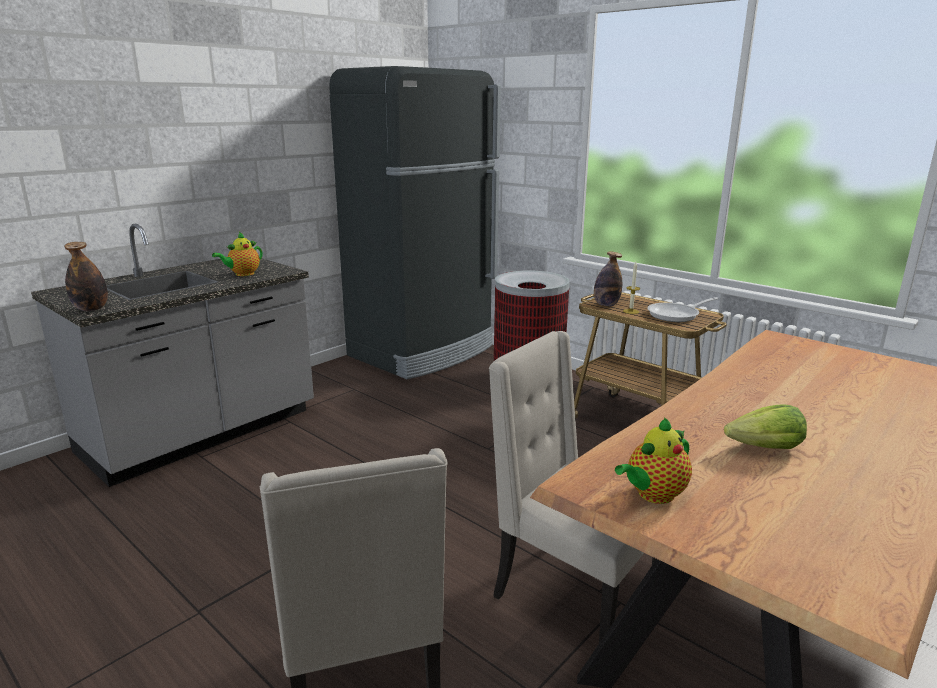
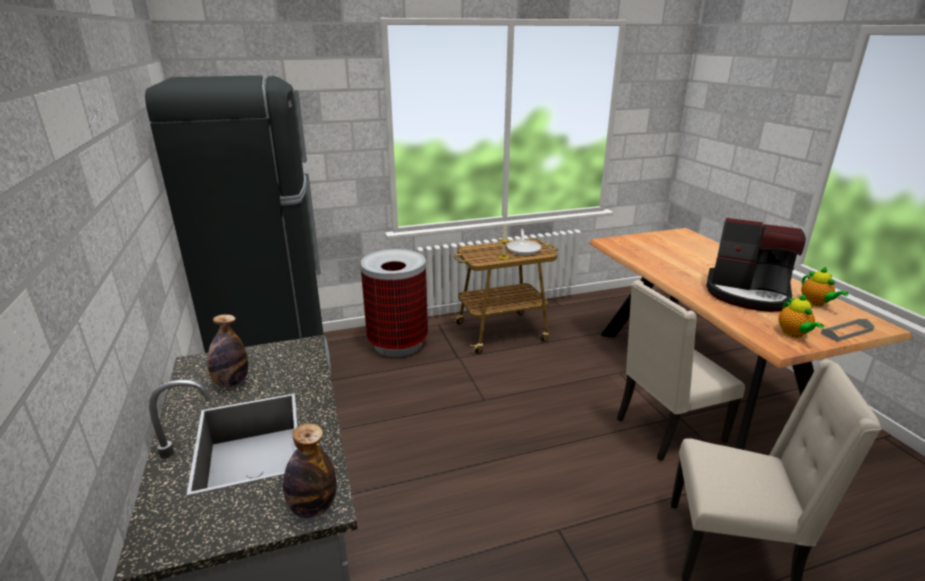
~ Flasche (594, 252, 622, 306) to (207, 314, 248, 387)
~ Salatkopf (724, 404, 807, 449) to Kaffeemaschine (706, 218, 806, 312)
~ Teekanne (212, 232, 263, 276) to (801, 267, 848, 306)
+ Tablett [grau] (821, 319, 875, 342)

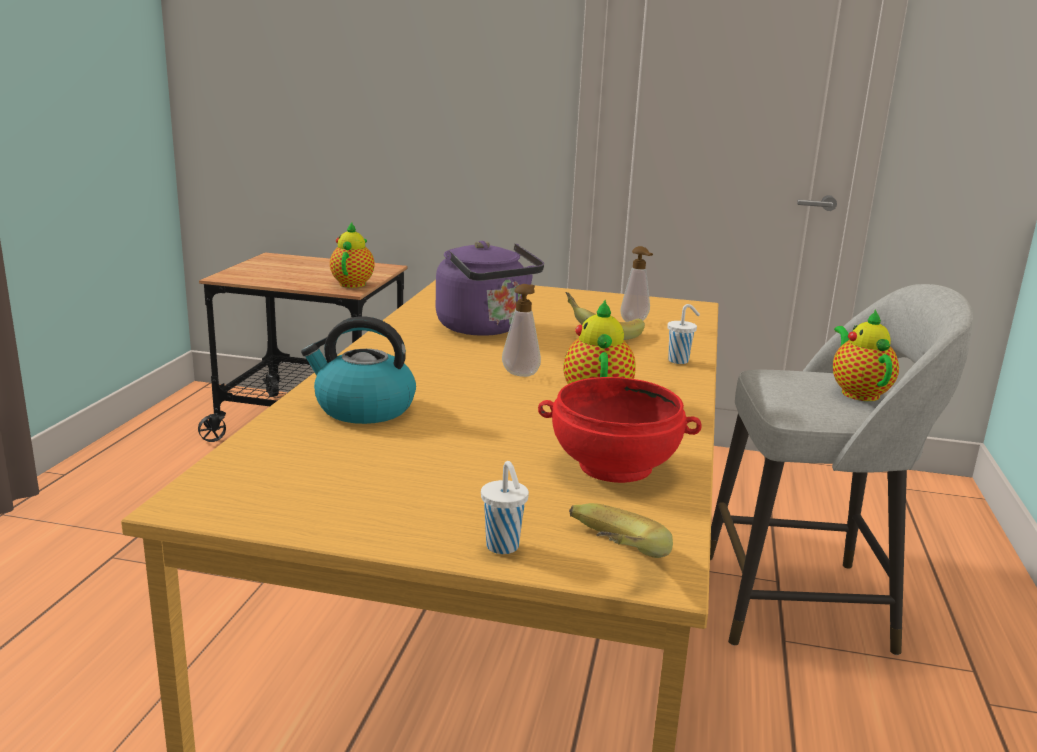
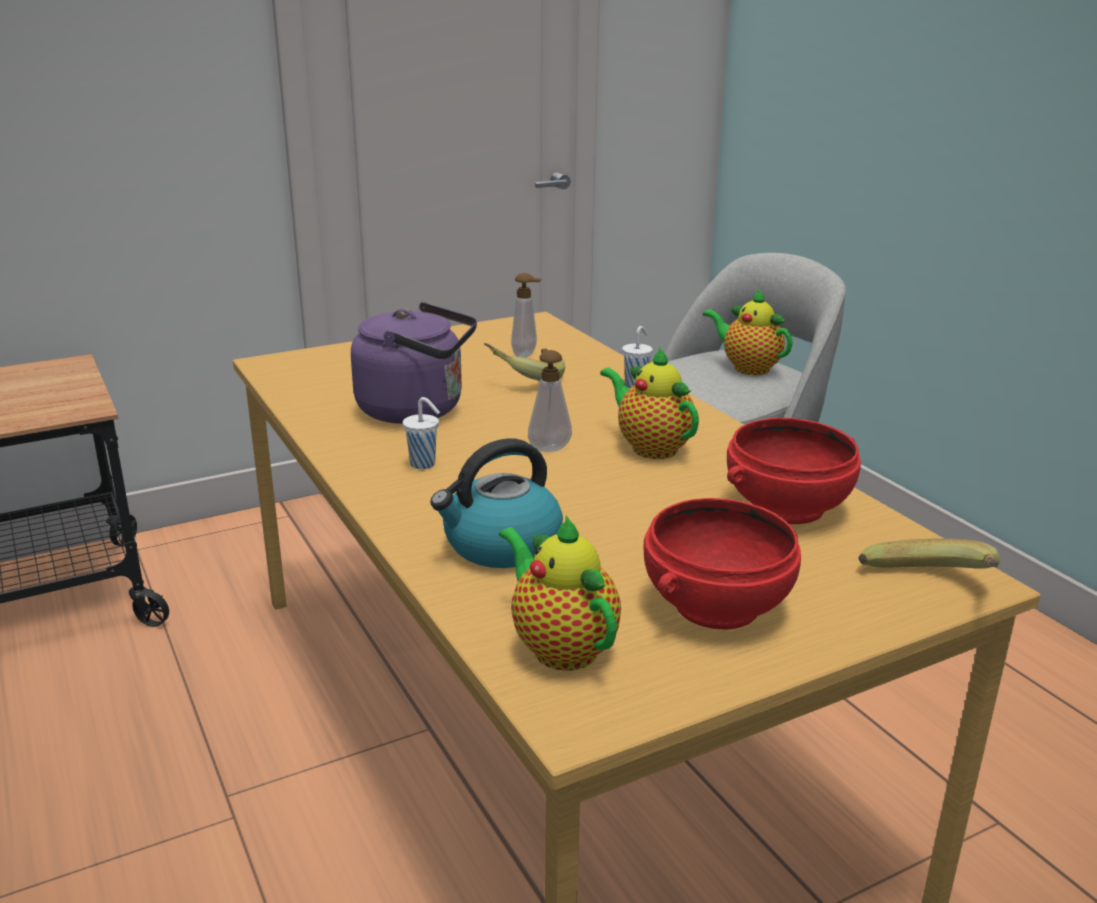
~ Tasse [weiß] (481, 461, 529, 554) to (403, 397, 440, 469)
~ Teekanne (330, 222, 375, 288) to (499, 515, 621, 671)
+ Schüssel [rot] (643, 498, 801, 630)

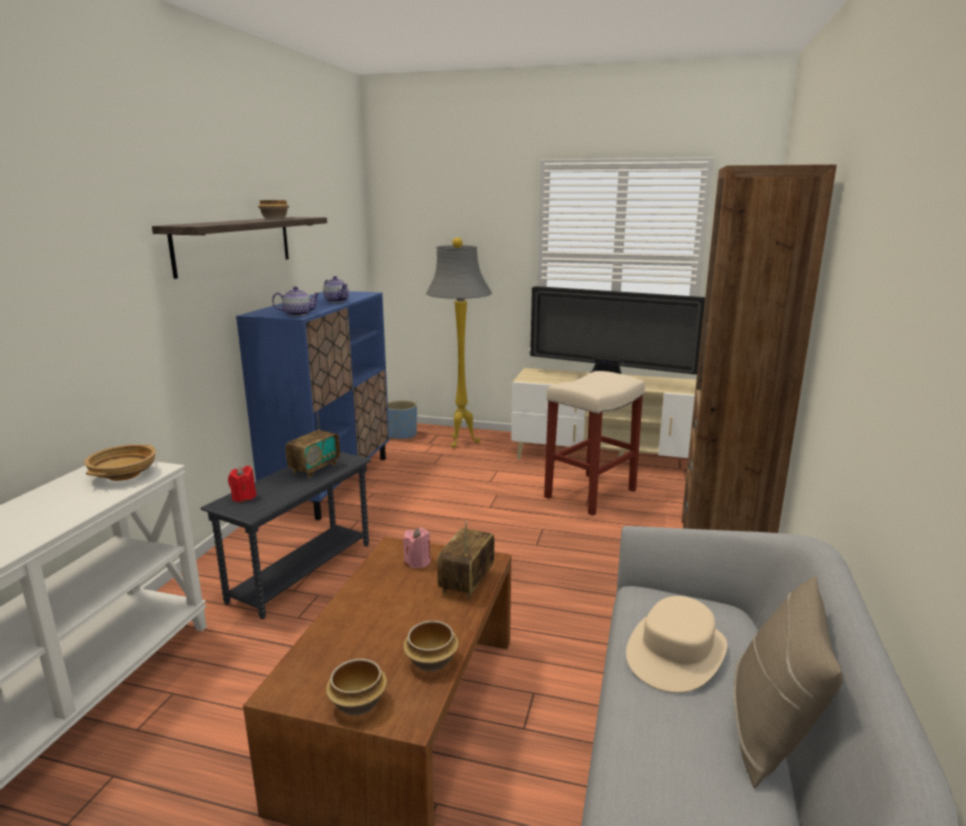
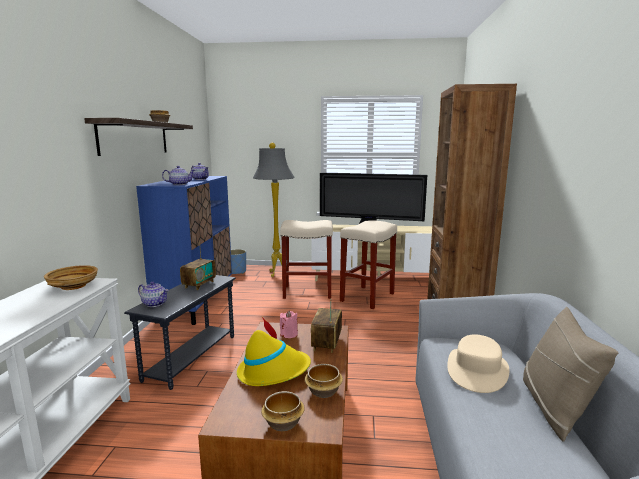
~ Kerze [rot] (228, 466, 257, 502) to Teekanne (138, 282, 169, 307)
+ Hut [gelb] (237, 317, 311, 386)
+ Hocker [beige] (280, 220, 333, 299)

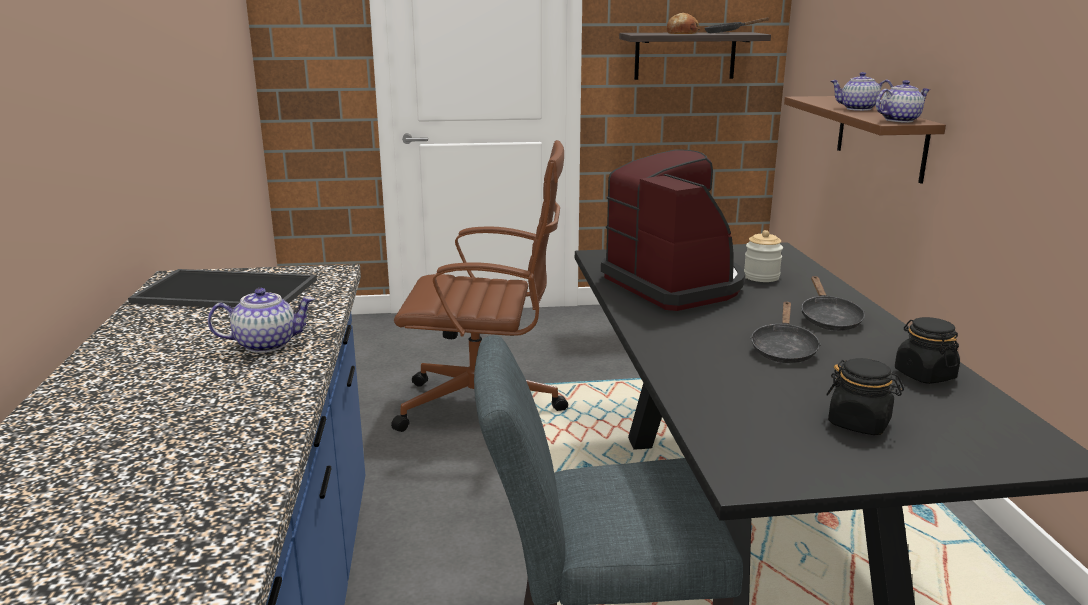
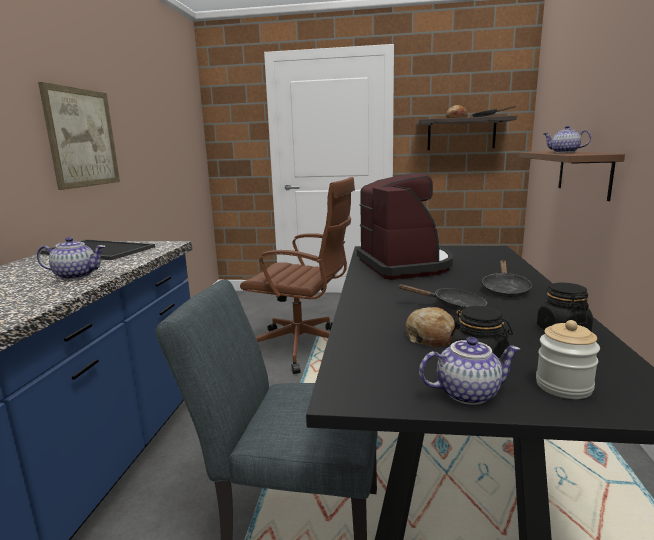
+ Bild (38, 82, 120, 190)
~ Pfanne [schwarz] (750, 301, 821, 363) = (397, 284, 487, 311) 105 degrees counterclockwise
+ Brot (405, 307, 457, 348)
~ Teekanne (876, 80, 930, 122) to (419, 337, 520, 405)
~ Vorratsglas (744, 230, 783, 282) to (536, 320, 600, 399)

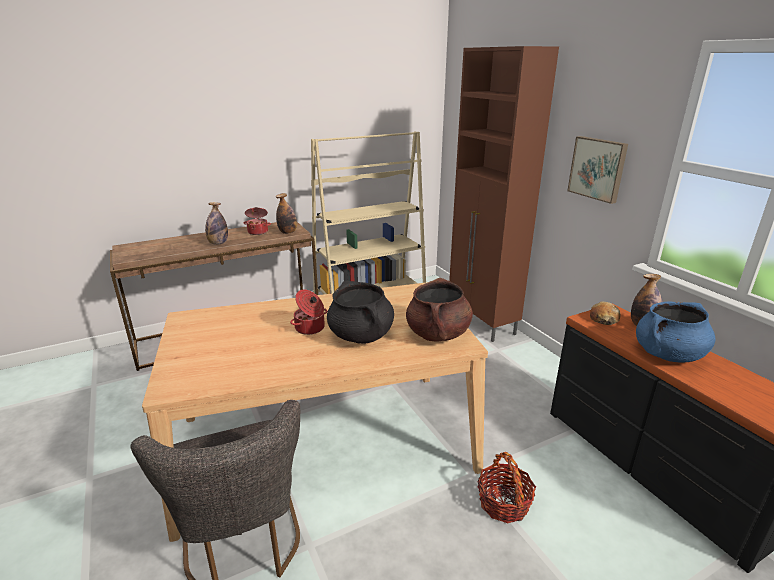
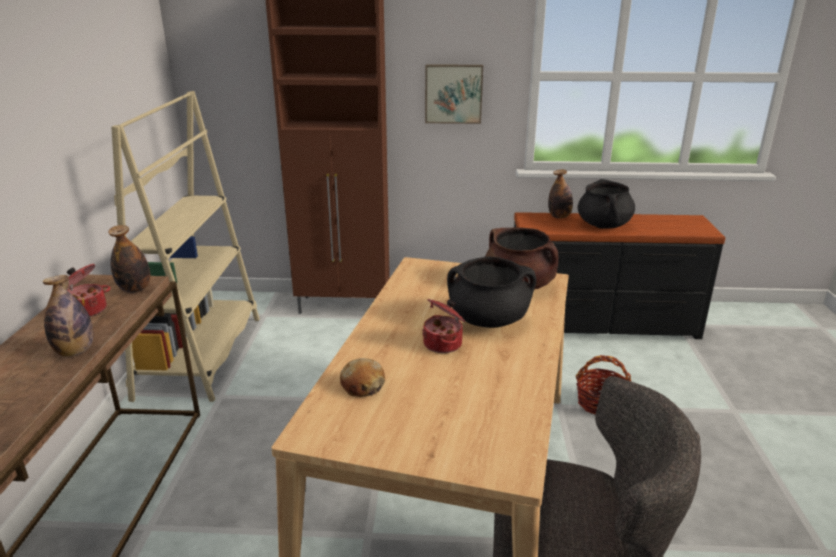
~ Brot (590, 301, 621, 325) to (340, 358, 385, 397)
~ Kochtopf [blau] (636, 301, 716, 363) to Kochtopf [schwarz] (578, 179, 635, 229)

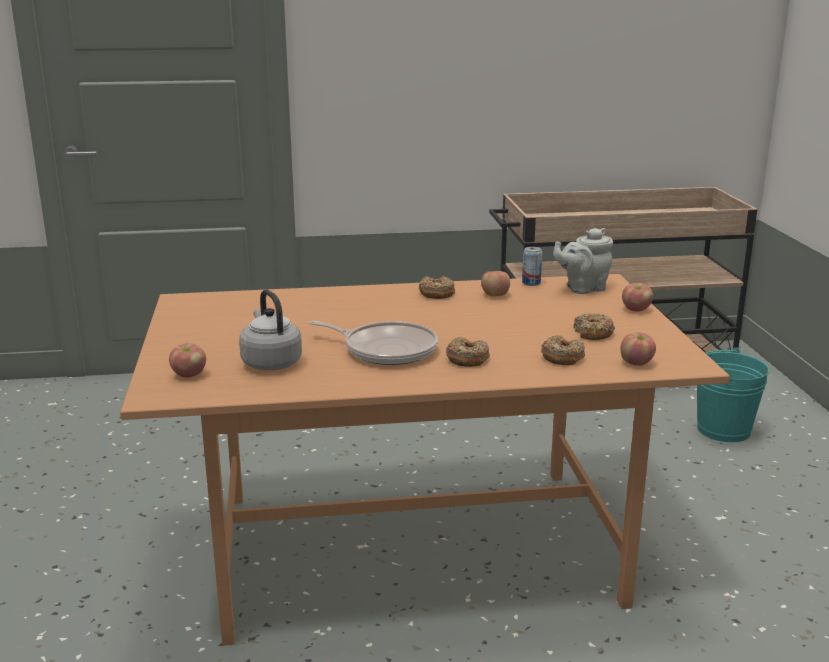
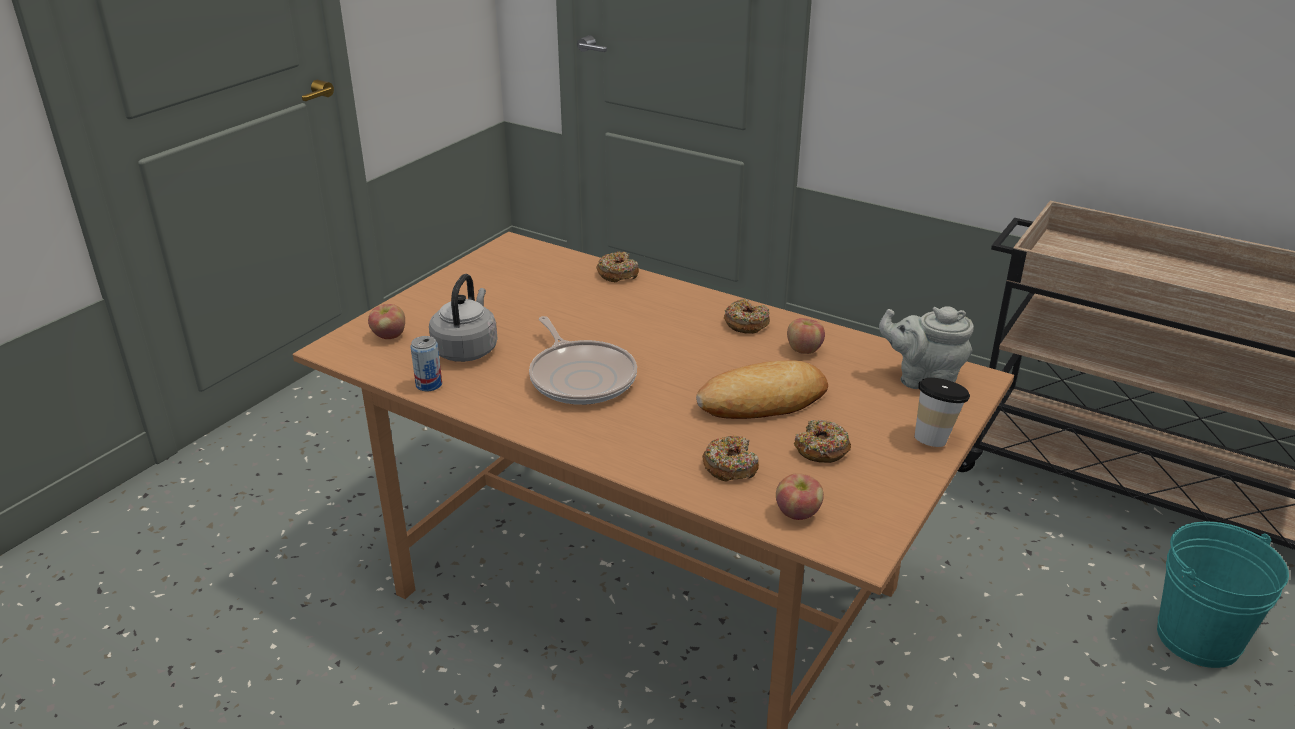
~ Dose (522, 247, 542, 286) to (411, 336, 442, 391)
~ Donut (446, 337, 490, 367) to (596, 252, 639, 282)
+ Brot (696, 360, 828, 419)
~ Apfel (622, 283, 653, 312) to Tasse (915, 378, 970, 447)

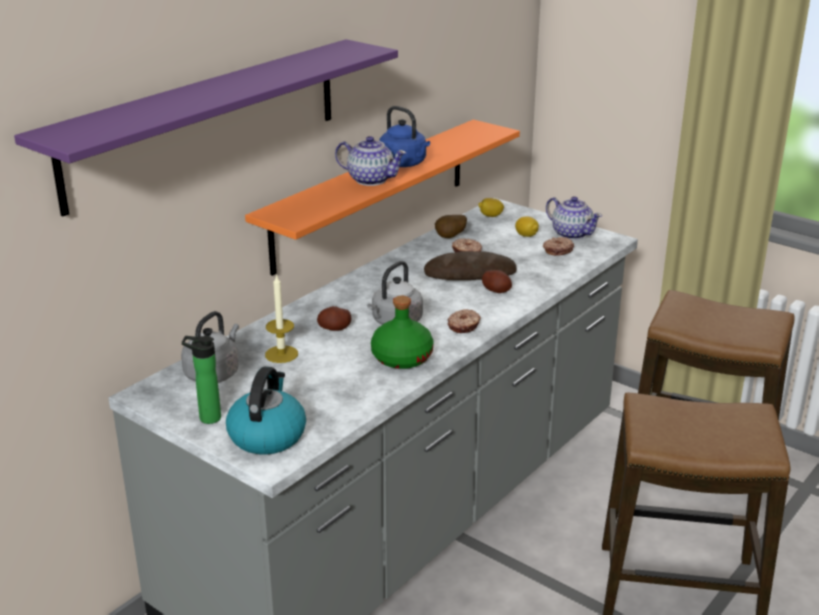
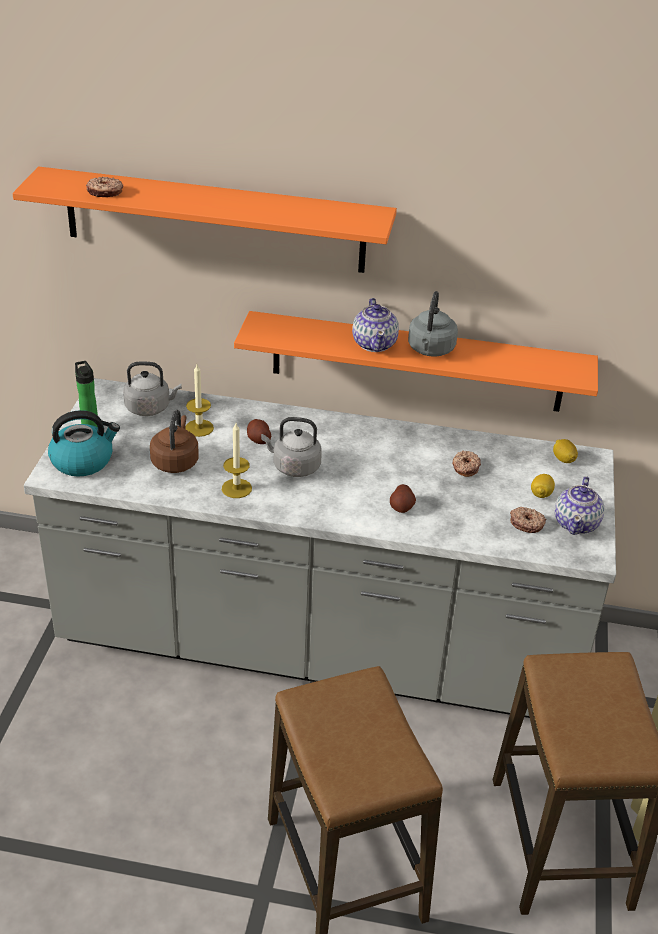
~ Wandregal [lila] (14, 39, 398, 217) to Wandregal [orange] (13, 167, 397, 273)
~ Donut (448, 309, 481, 333) to (86, 177, 123, 197)
+ Wasserkessel [braun] (150, 410, 199, 473)
~ Flasche [grün] (371, 296, 433, 369) to Kerze (222, 423, 252, 498)
~ Wasserkessel [blau] (379, 106, 430, 167) to Wasserkessel [grau] (408, 291, 458, 357)
- Brot (424, 251, 517, 280)
- Kartoffel (435, 215, 467, 238)

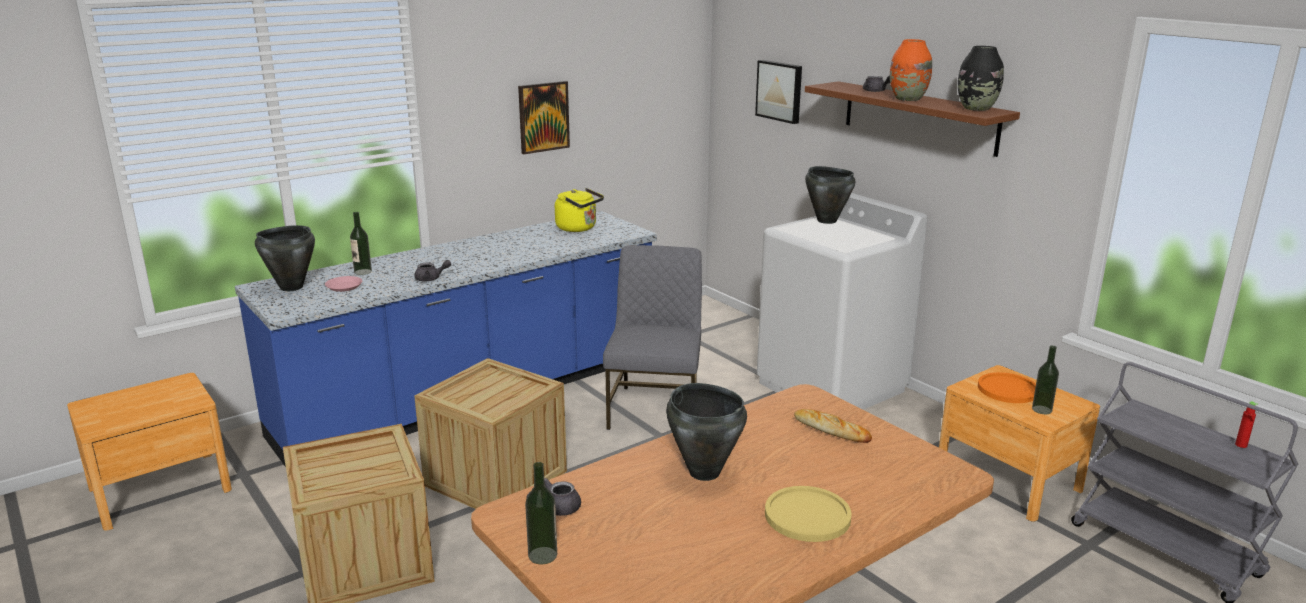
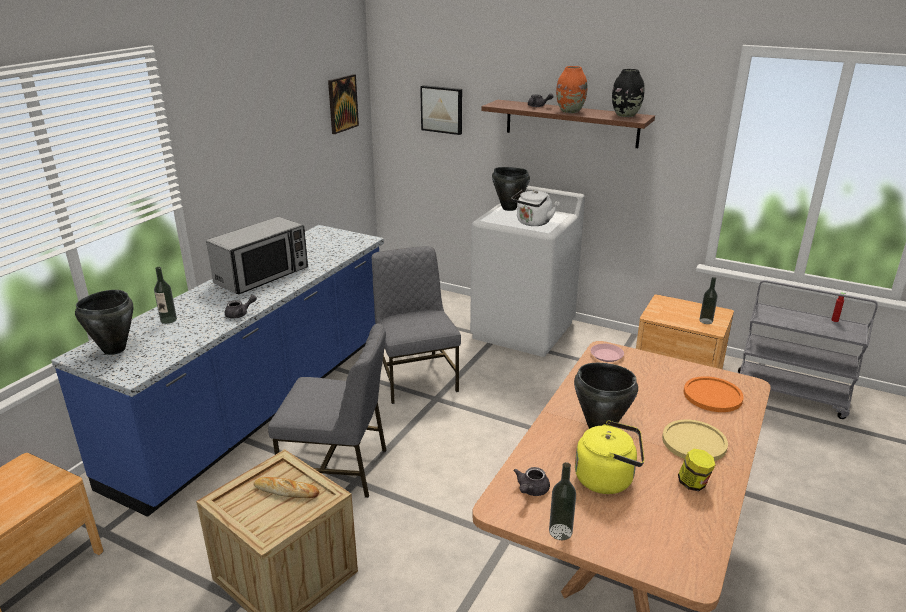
+ Mikrowelle (206, 217, 308, 294)
~ Brot (794, 409, 872, 443) to (254, 477, 319, 498)
~ Kiste (414, 358, 567, 509) to Stuhl [grau] (268, 323, 386, 498)
~ Bild (518, 81, 570, 154) to (328, 74, 359, 134)
+ Wasserkessel [weiß] (511, 190, 556, 226)
~ Wasserkessel [gelb] (555, 188, 604, 232) to (575, 420, 644, 494)
~ Teller [rosa] (325, 276, 362, 292) to (590, 344, 624, 362)
+ Vorratsglas (678, 449, 716, 491)
~ Teller [orange] (978, 372, 1036, 403) to (684, 376, 744, 412)

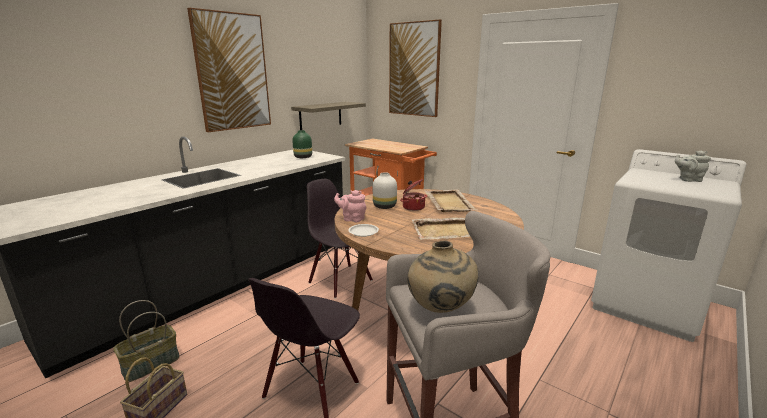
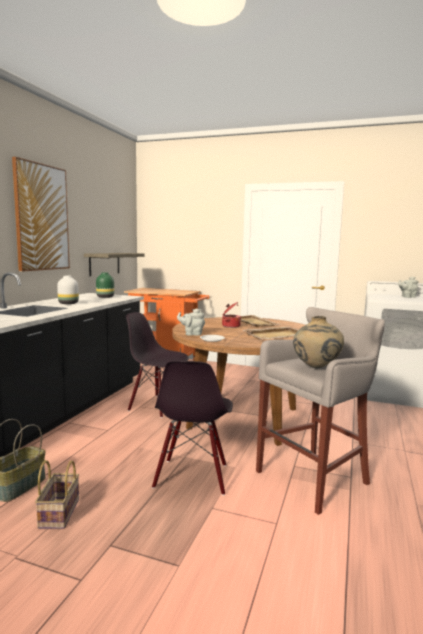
~ Vase [weiß] (373, 172, 397, 209) to (57, 275, 79, 304)
~ Teekanne [rosa] (334, 190, 366, 222) to Teekanne [grau] (177, 308, 205, 336)
- Bild (389, 19, 442, 117)

